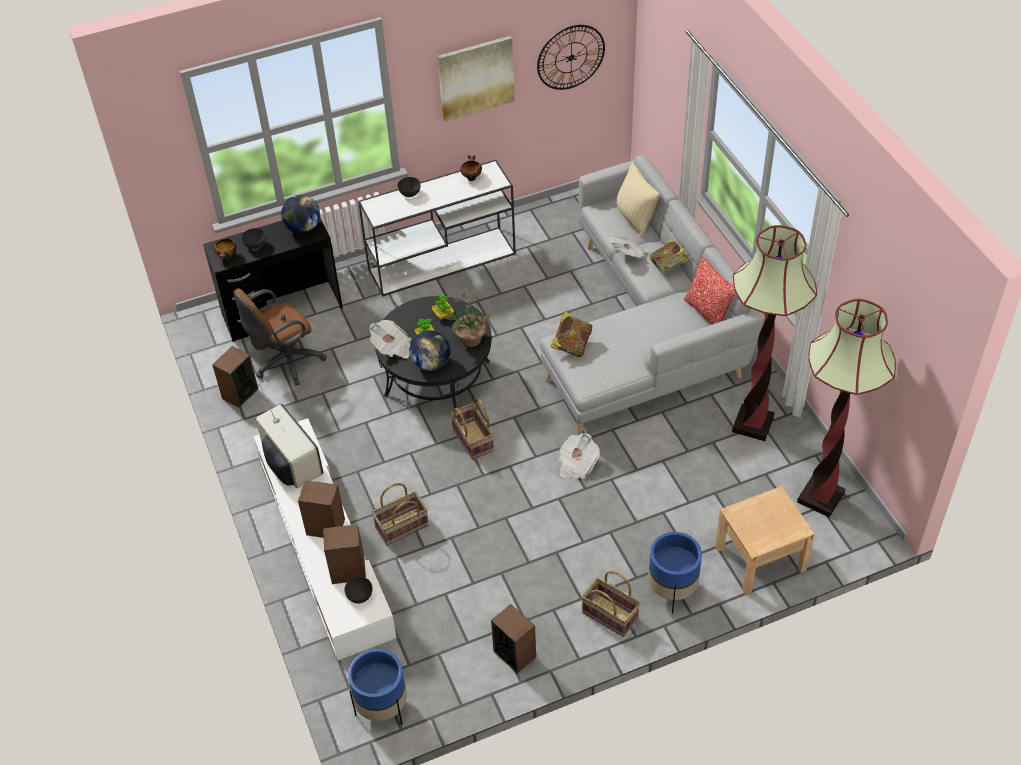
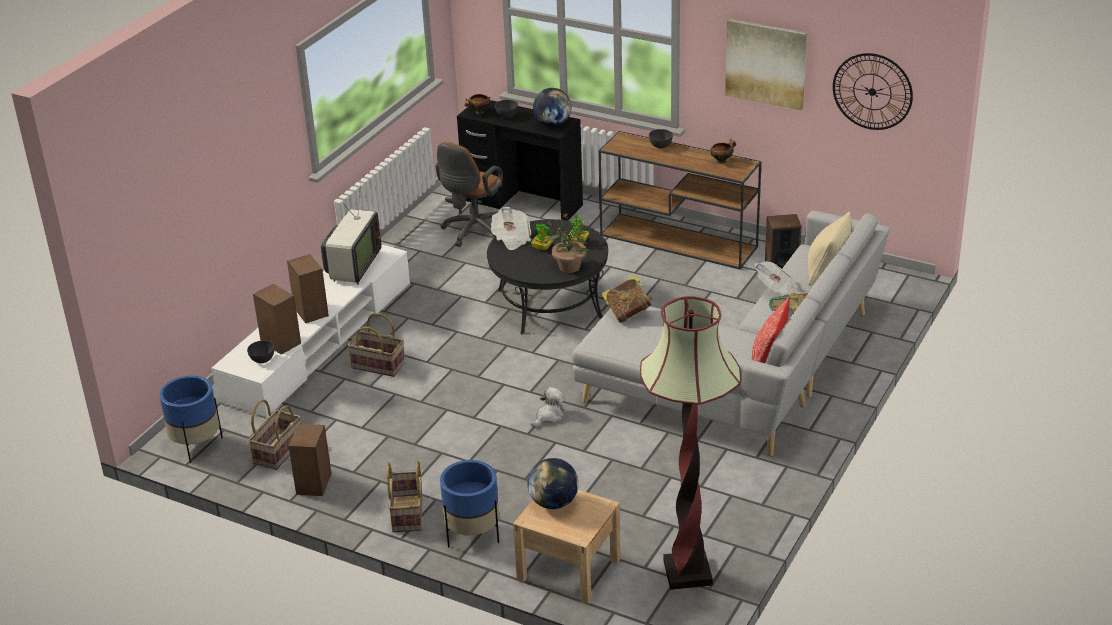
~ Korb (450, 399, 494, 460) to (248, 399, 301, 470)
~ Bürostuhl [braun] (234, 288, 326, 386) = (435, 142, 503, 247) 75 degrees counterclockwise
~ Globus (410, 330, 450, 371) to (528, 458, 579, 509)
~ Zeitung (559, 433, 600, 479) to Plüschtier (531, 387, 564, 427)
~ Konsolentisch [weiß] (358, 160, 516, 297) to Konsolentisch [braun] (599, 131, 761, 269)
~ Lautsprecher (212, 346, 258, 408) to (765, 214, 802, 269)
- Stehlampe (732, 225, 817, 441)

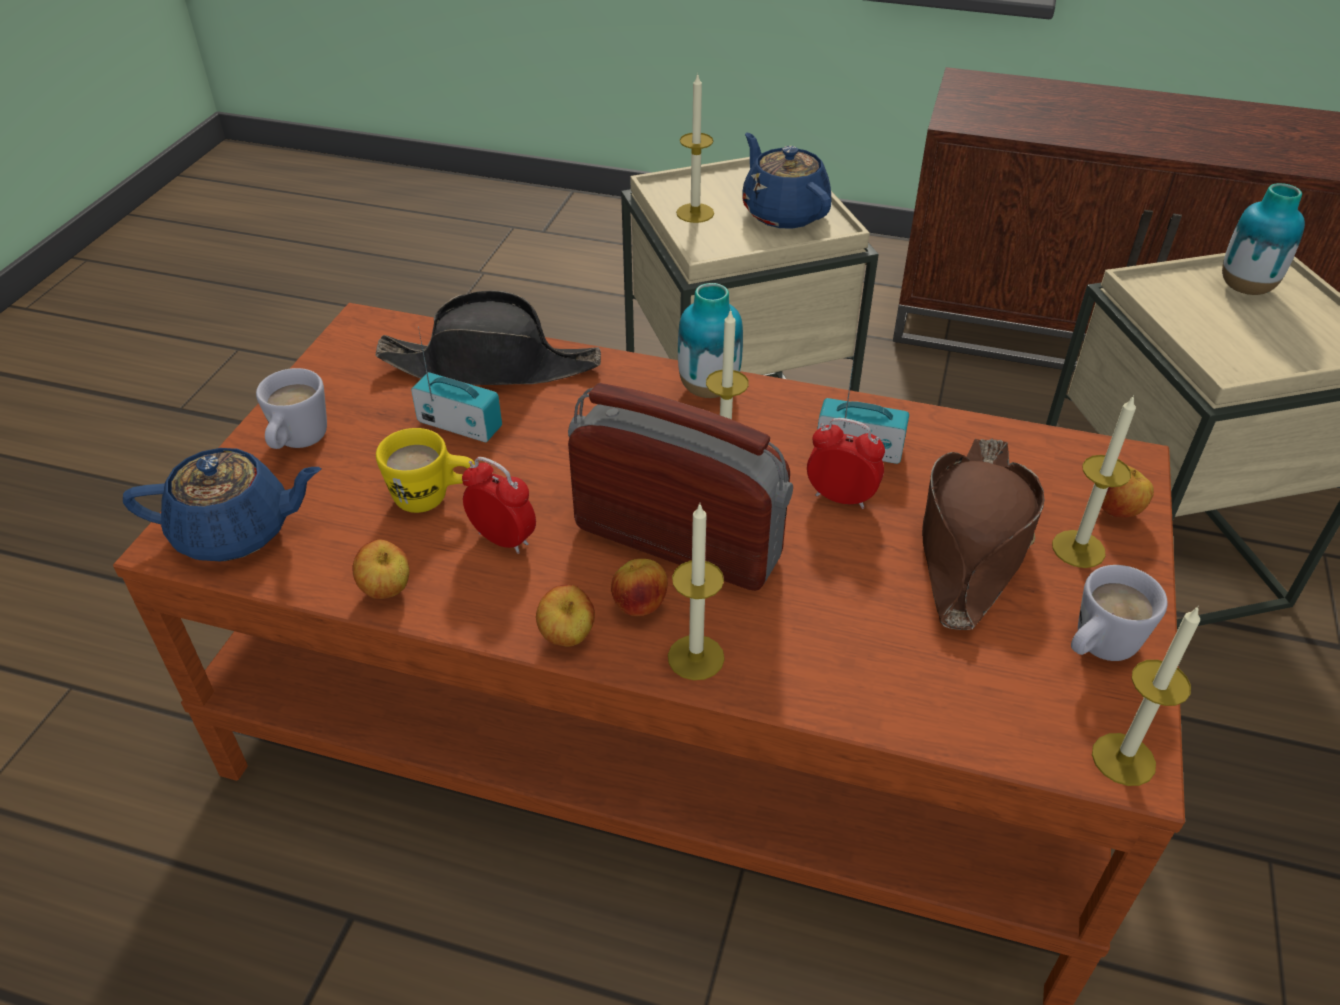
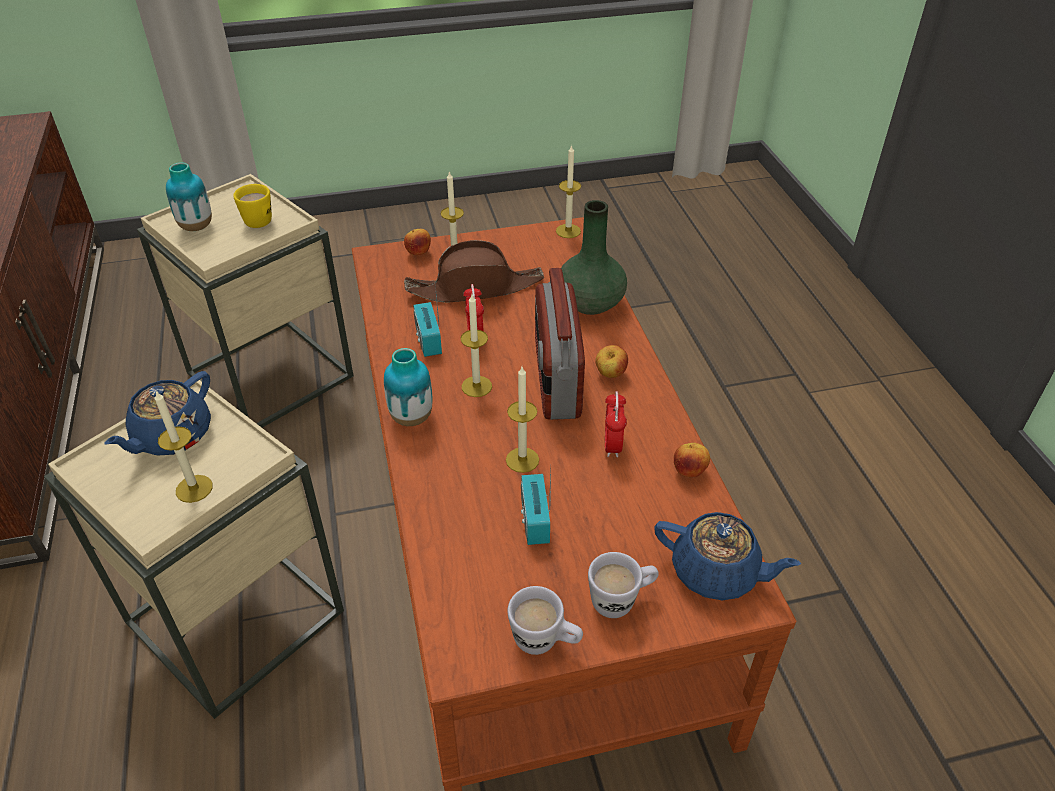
~ Henkelbecher [gelb] (376, 428, 475, 513) to (233, 184, 272, 228)
~ Kerze (668, 502, 725, 680) to (506, 367, 539, 473)
~ Henkelbecher [weiß] (1071, 565, 1168, 661) to (508, 586, 583, 655)
+ Vase [grün] (561, 200, 627, 315)
~ Teekanne [blau] (123, 448, 321, 561) = (654, 512, 801, 601) 150 degrees clockwise
- Hut [schwarz] (376, 290, 601, 385)
- Apfel (536, 585, 595, 647)

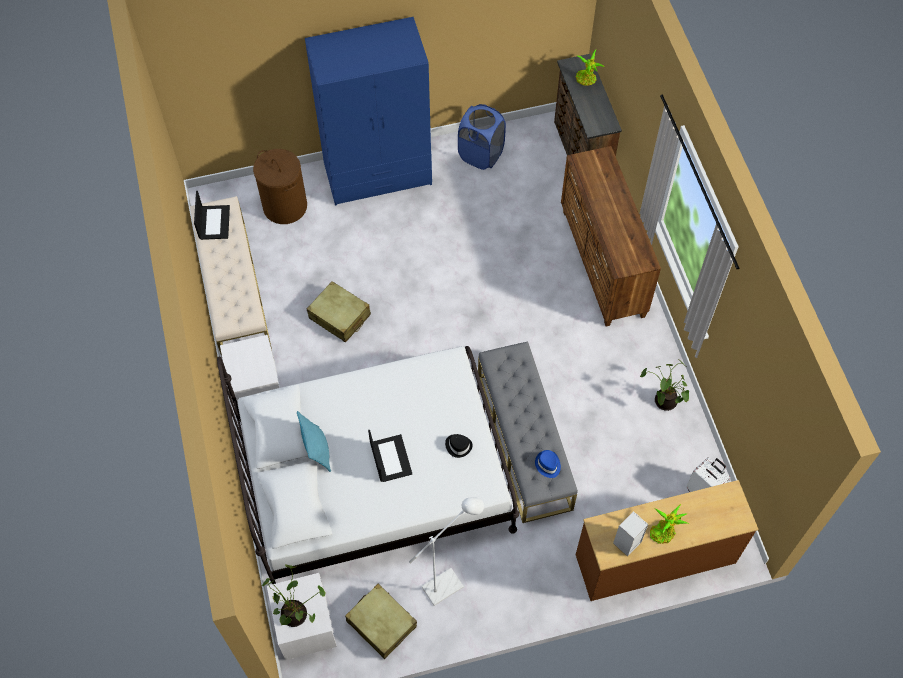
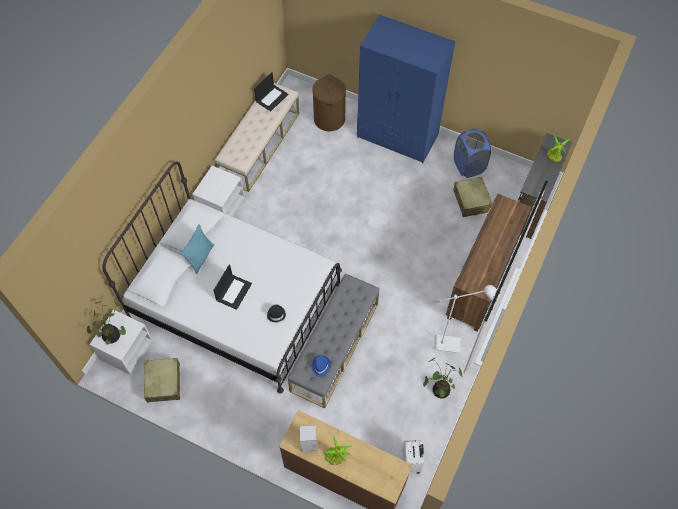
~ Stehlampe [weiß] (409, 498, 484, 606) to (434, 285, 500, 353)
~ Koffer [beige] (307, 281, 371, 343) to (453, 177, 493, 217)

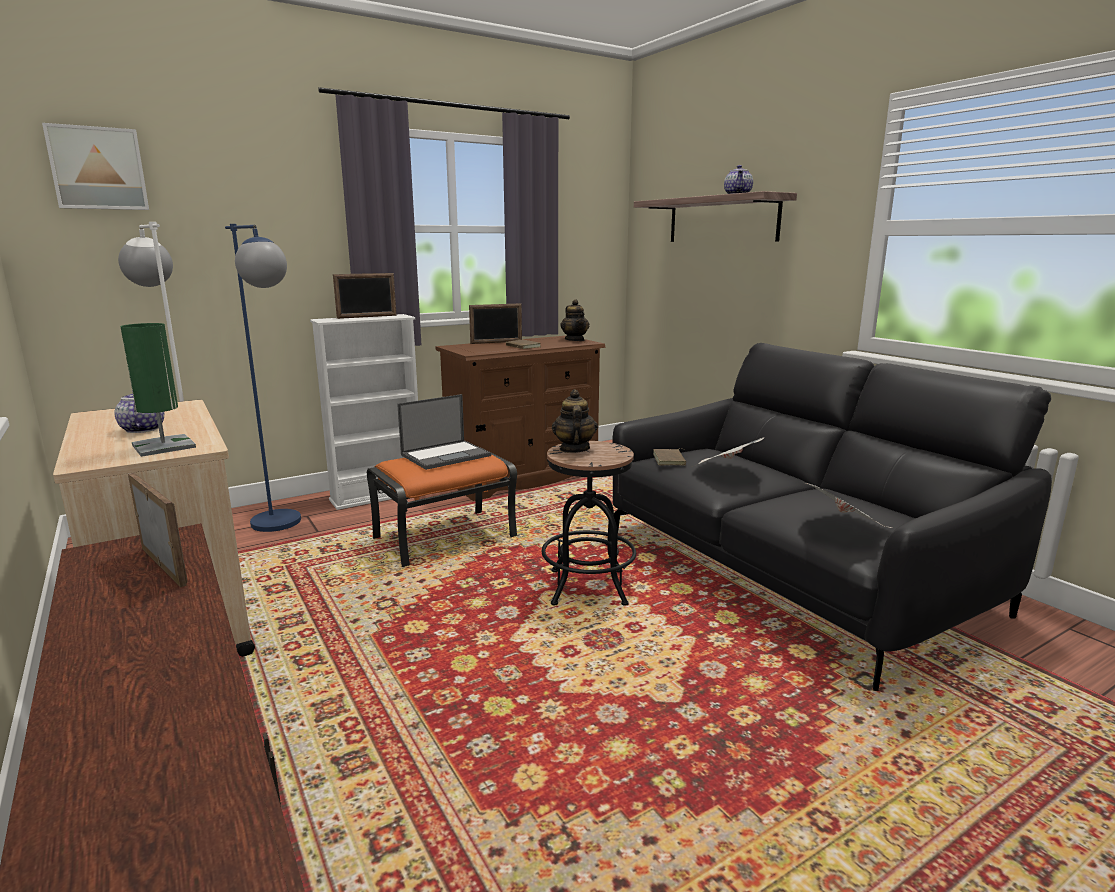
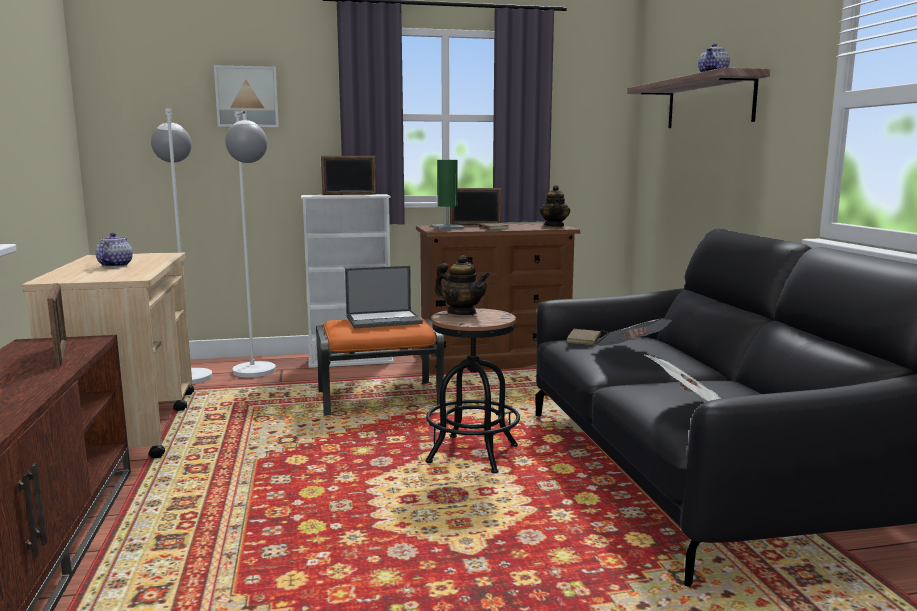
~ Bild (42, 123, 149, 210) to (214, 65, 279, 128)
~ Stehlampe [blau] (225, 224, 301, 532) to Stehlampe [weiß] (225, 110, 276, 378)
~ Tischlampe [grün] (120, 323, 196, 457) to (431, 160, 465, 230)
~ Teekanne (552, 389, 598, 453) = (435, 255, 490, 315) 105 degrees clockwise

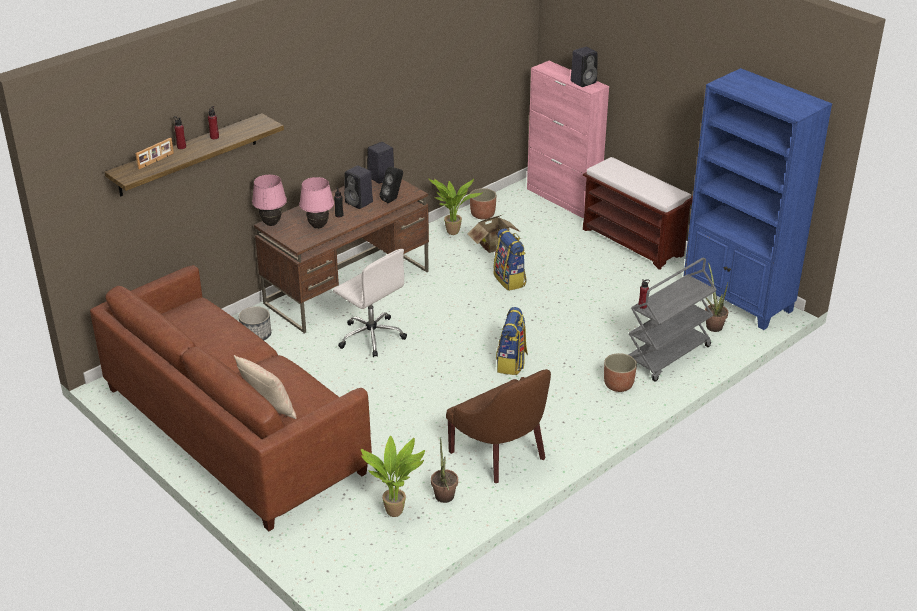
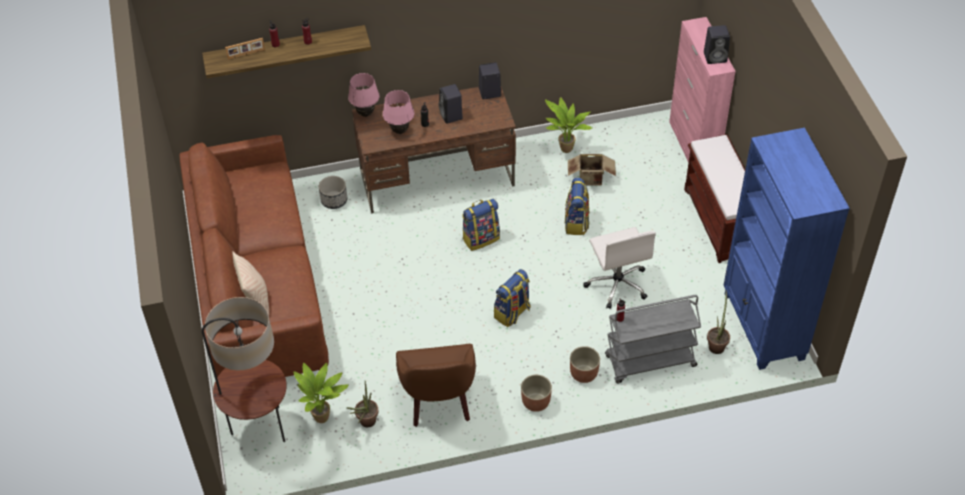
+ Stehlampe (202, 297, 287, 442)
+ Rucksack (462, 199, 500, 251)
~ Pflanzkübel (470, 188, 496, 219) to (521, 375, 552, 412)
~ Bürostuhl [weiß] (333, 249, 407, 357) to (583, 227, 656, 309)
- Lautsprecher [schwarz] (380, 166, 403, 203)

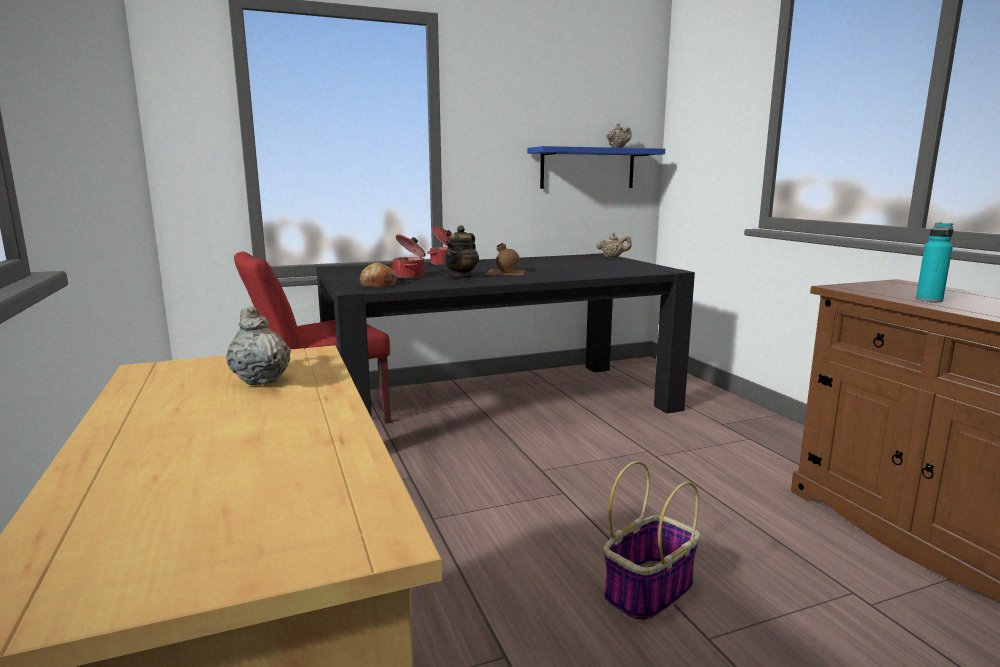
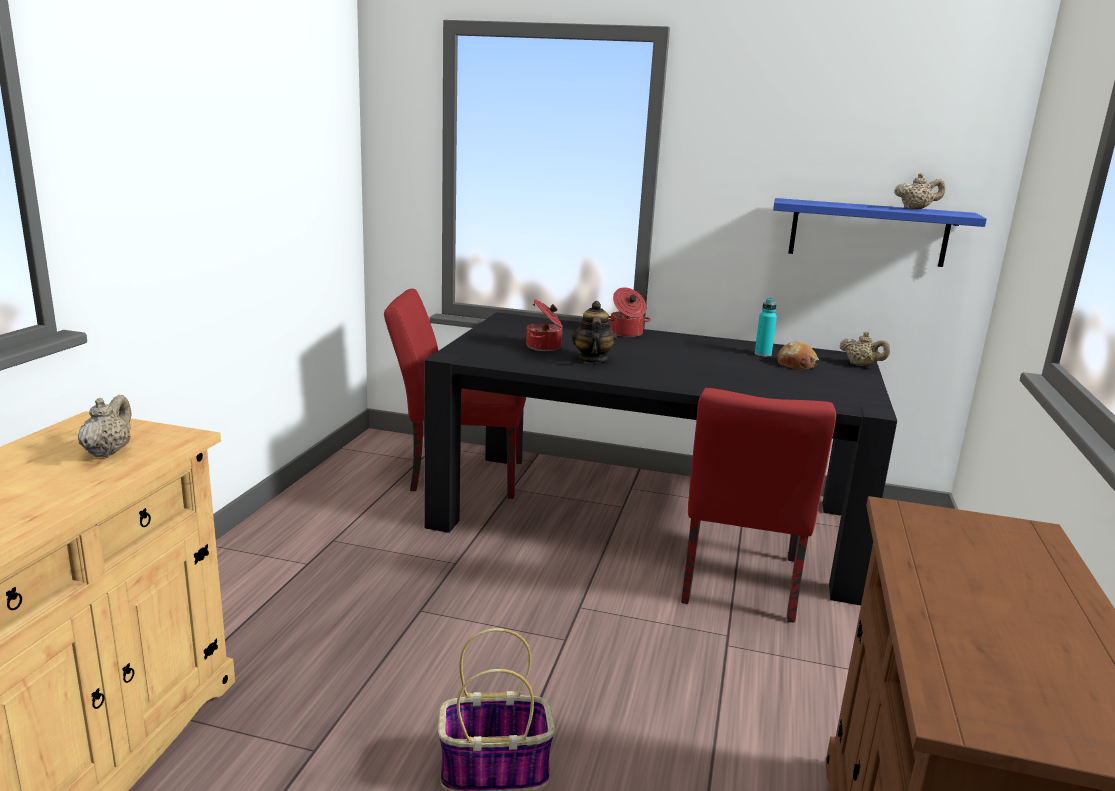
~ Teekanne (443, 225, 479, 279) = (572, 301, 617, 363) 120 degrees clockwise
+ Stuhl [rot] (681, 388, 836, 623)
~ Flasche [türkis] (916, 223, 953, 302) to (755, 298, 777, 357)
~ Brot (360, 263, 398, 287) to (777, 341, 819, 370)
- Flasche [braun] (486, 243, 526, 275)

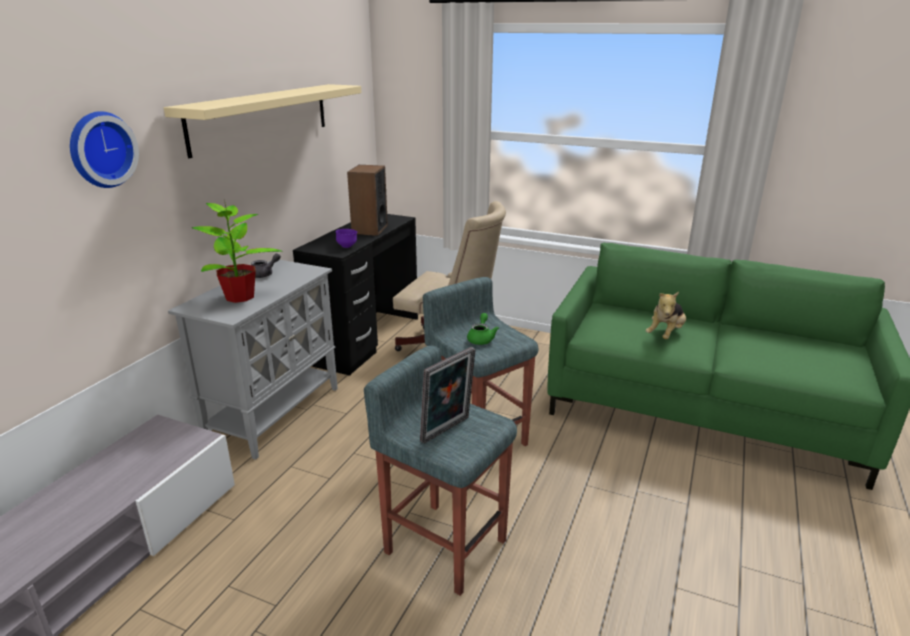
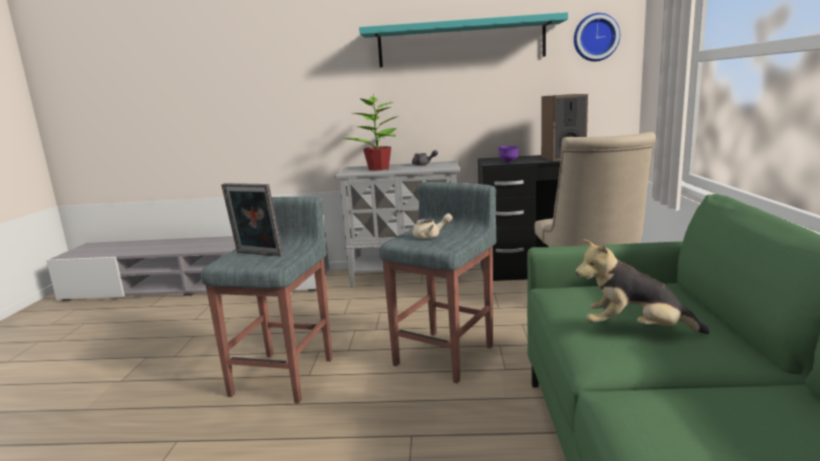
~ Wandregal [beige] (164, 84, 361, 158) to Wandregal [türkis] (359, 12, 568, 67)
~ Teekanne [grün] (467, 313, 499, 345) to Teekanne [beige] (413, 213, 453, 239)
~ Wanduhr (70, 111, 139, 188) to (574, 13, 620, 61)

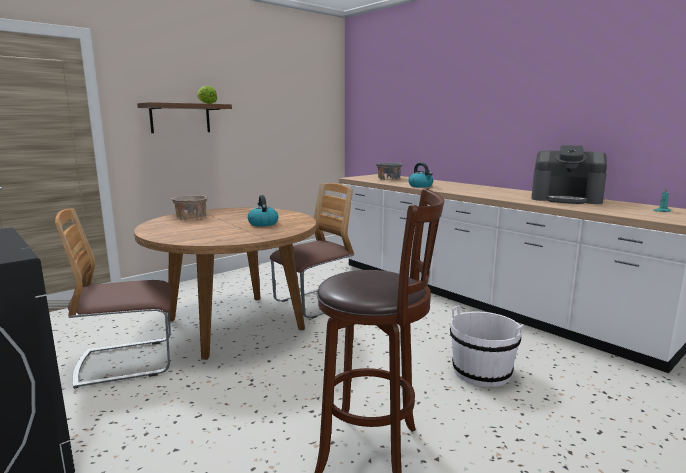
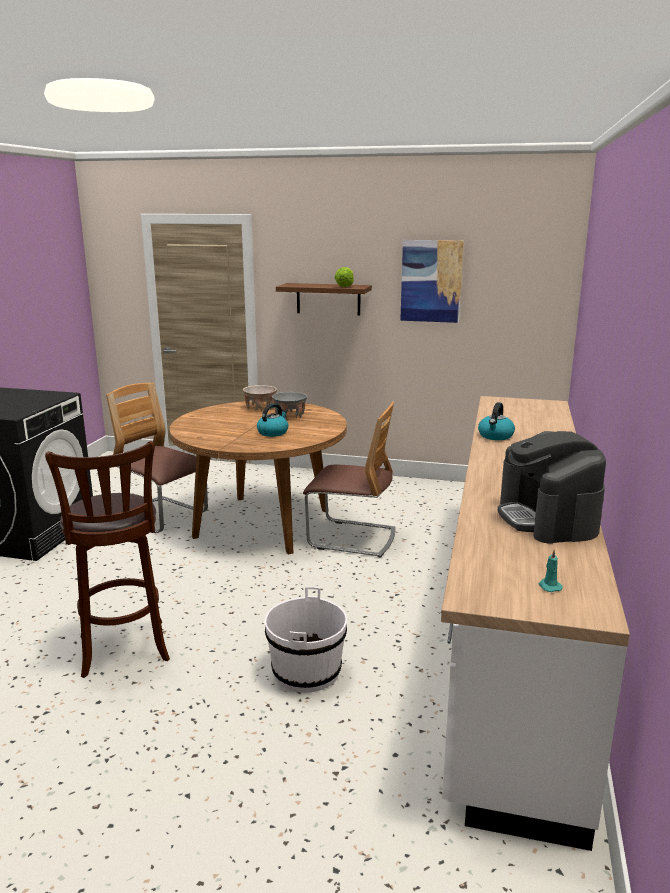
~ Schüssel [grau] (376, 163, 402, 179) to (272, 392, 307, 418)
+ Bild (400, 240, 464, 323)

